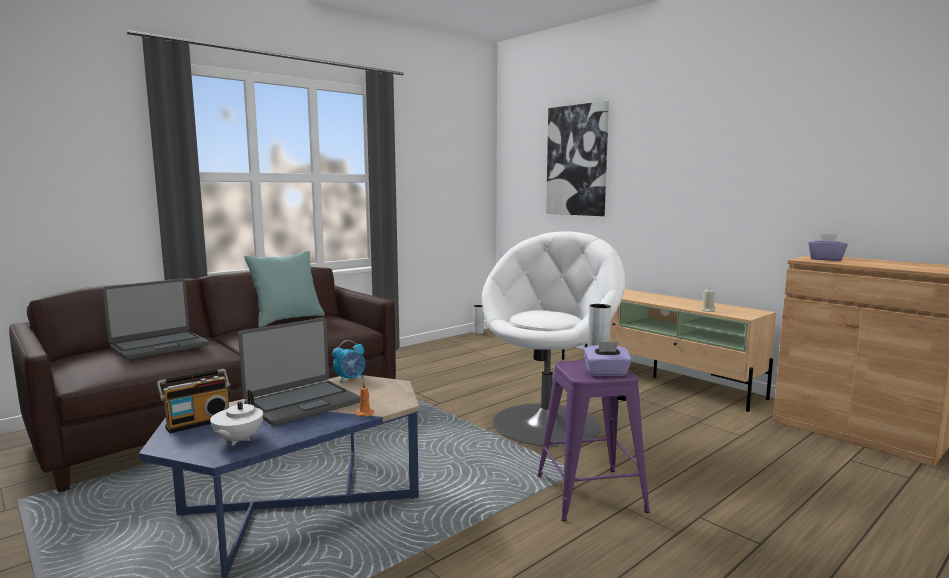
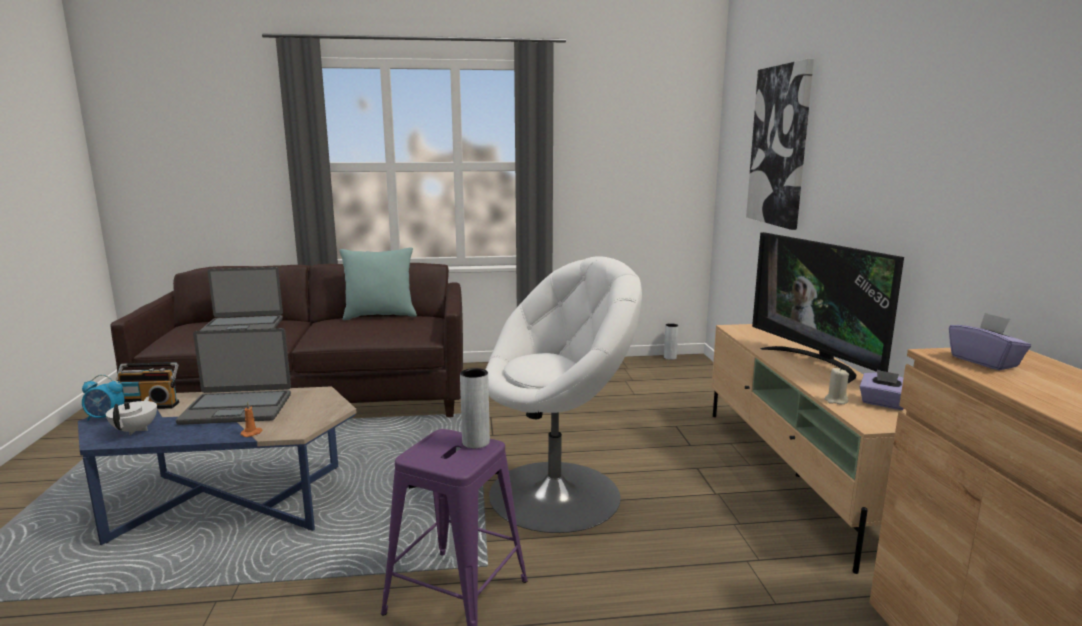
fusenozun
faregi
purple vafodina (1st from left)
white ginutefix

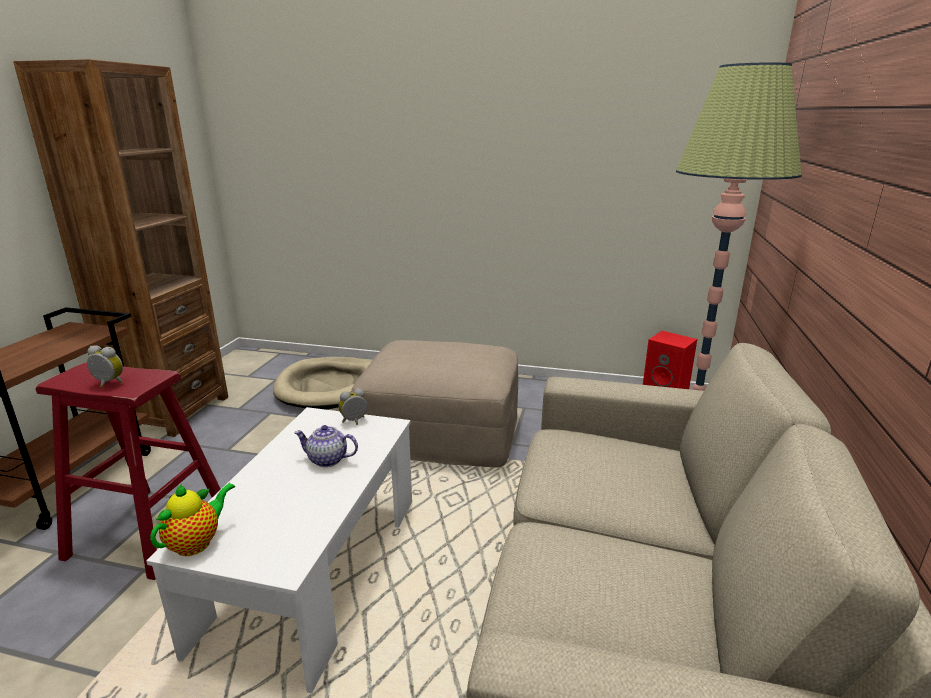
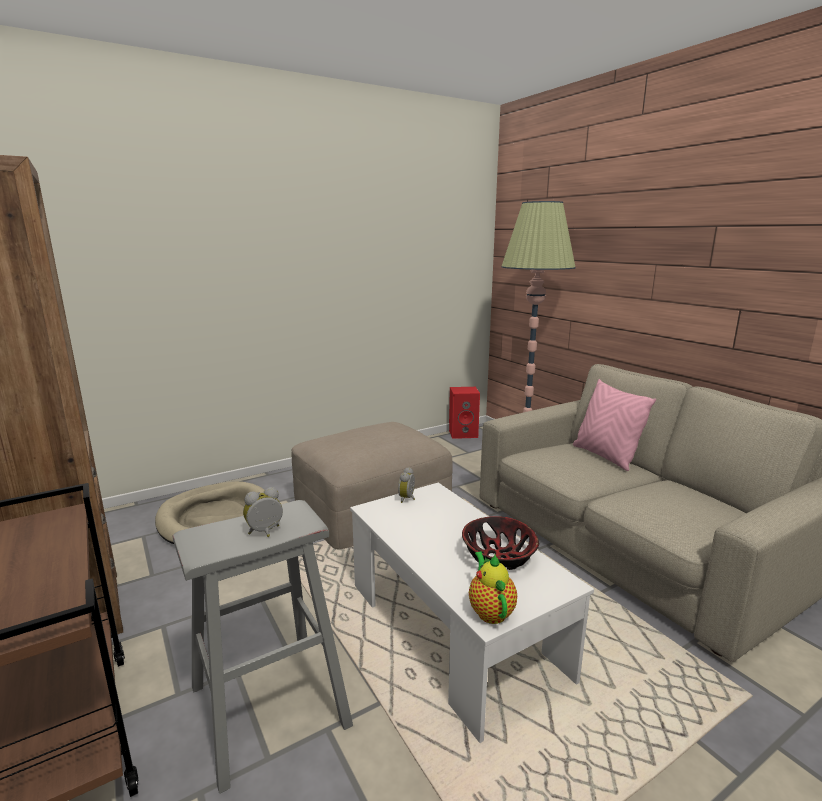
ginutefix (2nd from left in the first image)
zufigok
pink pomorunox
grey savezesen

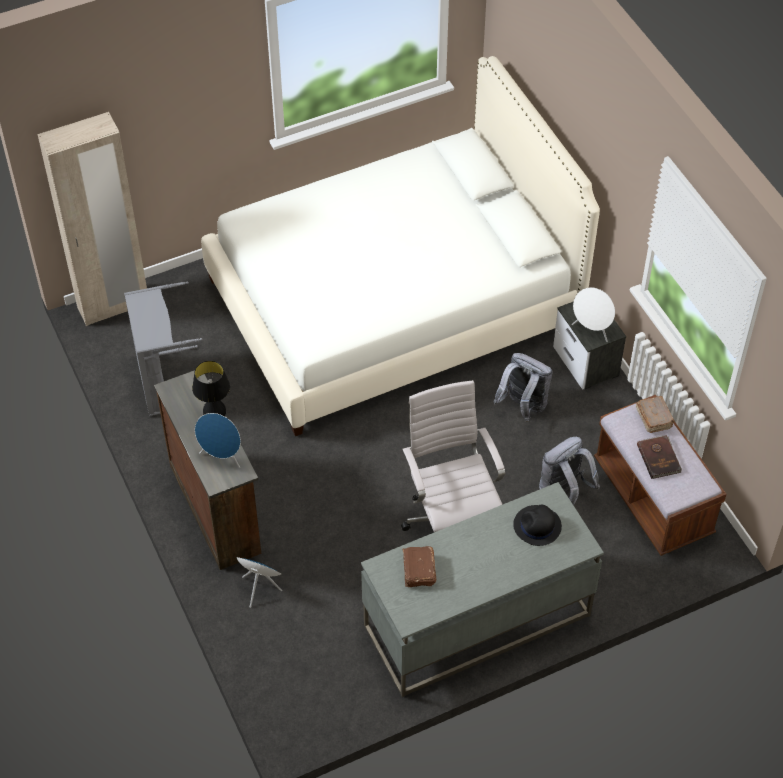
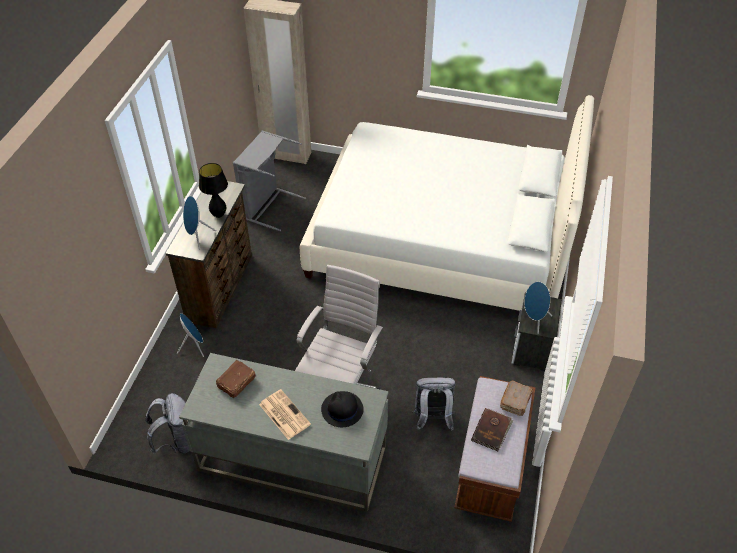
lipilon
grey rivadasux (1st from left)
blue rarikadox (3rd from left)

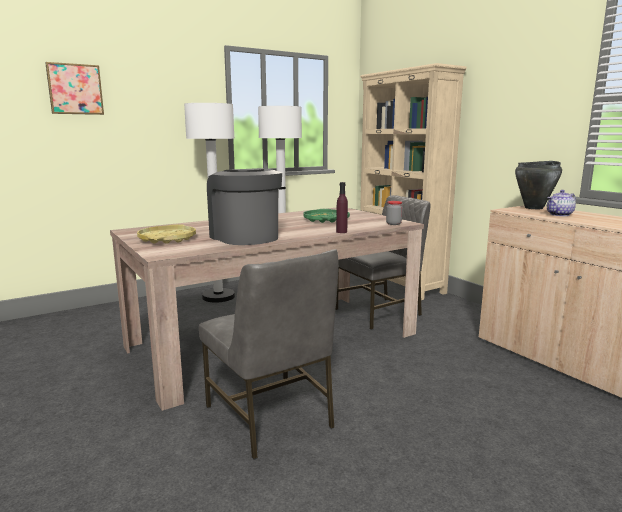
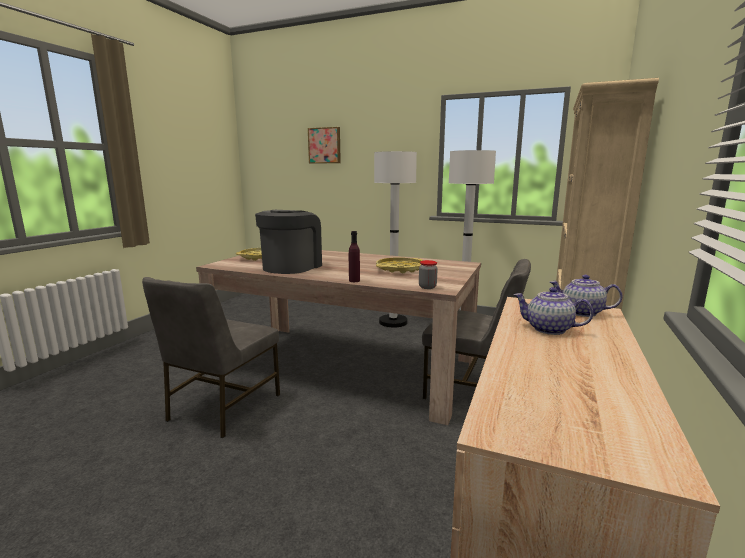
ginutefix (2nd from left)
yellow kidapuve (2nd from left)

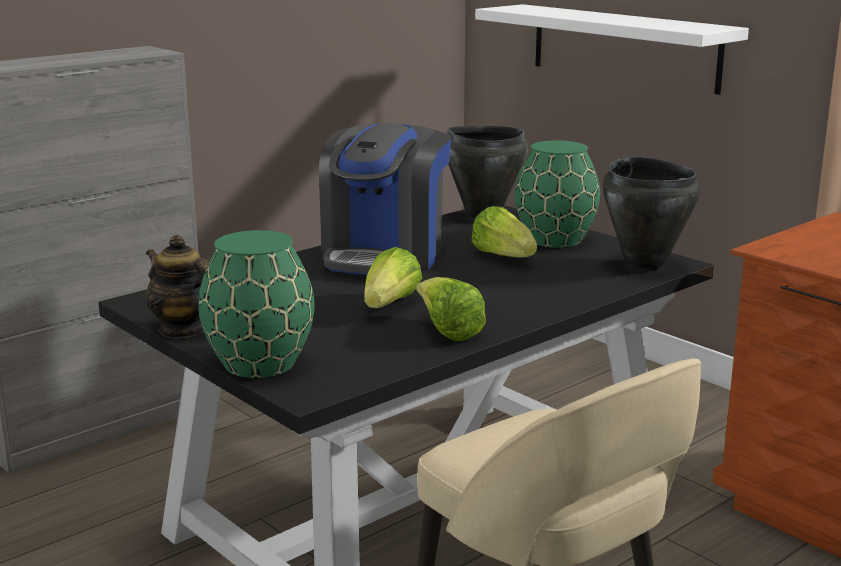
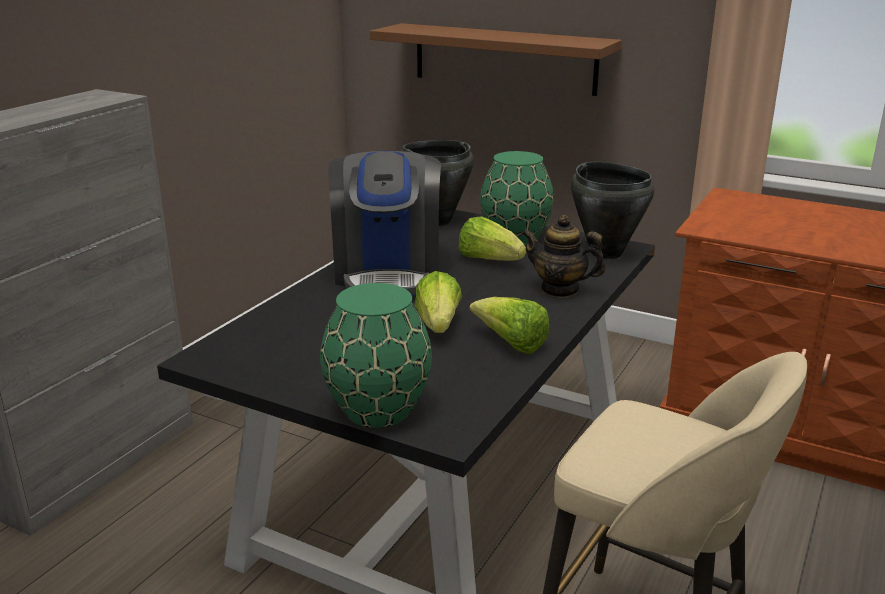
ginutefix
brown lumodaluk

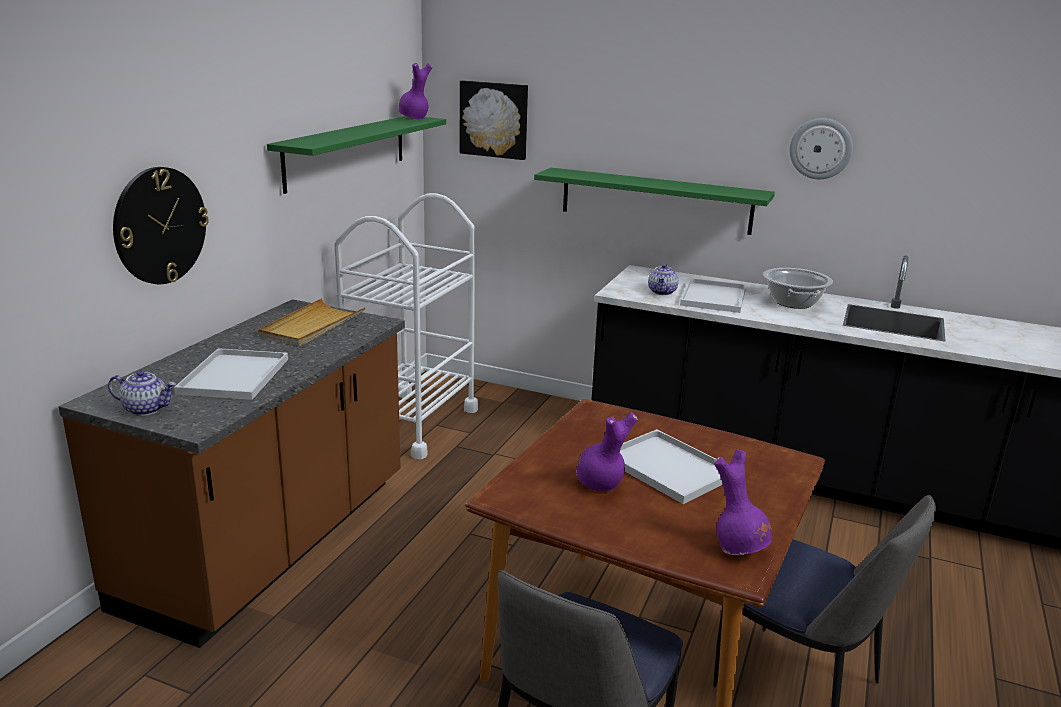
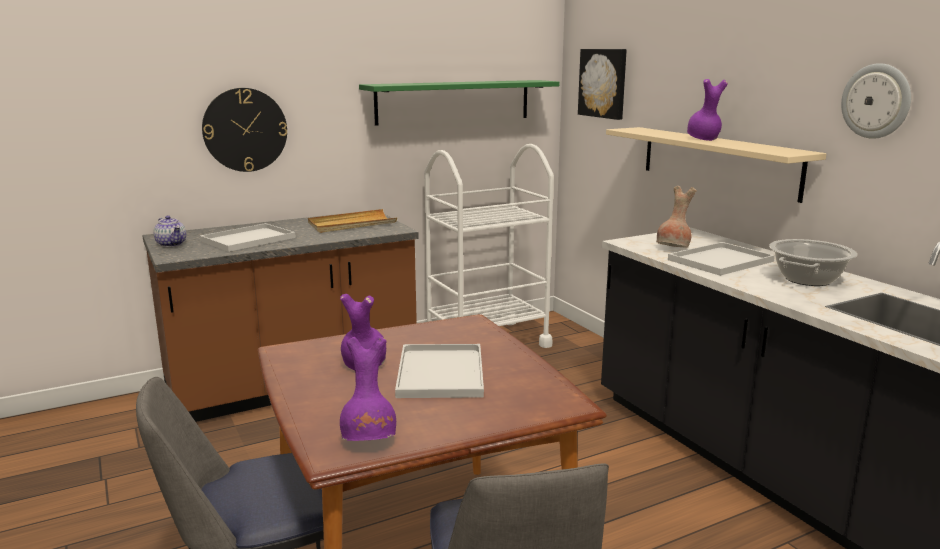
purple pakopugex (3rd from left)
brown pakopugex
beige lumodaluk

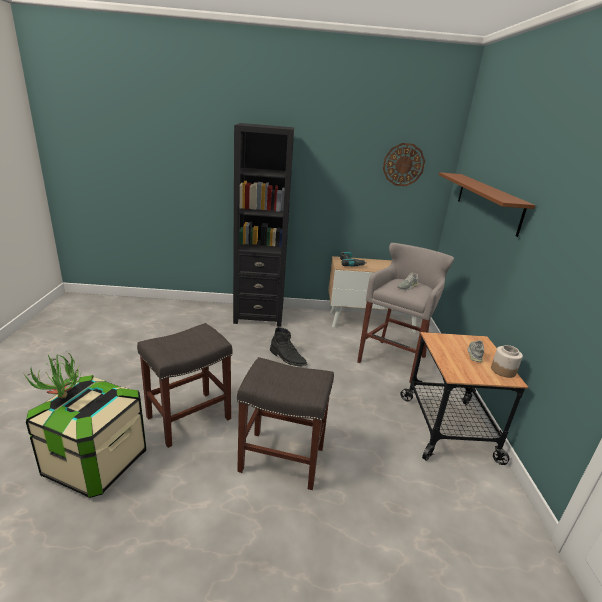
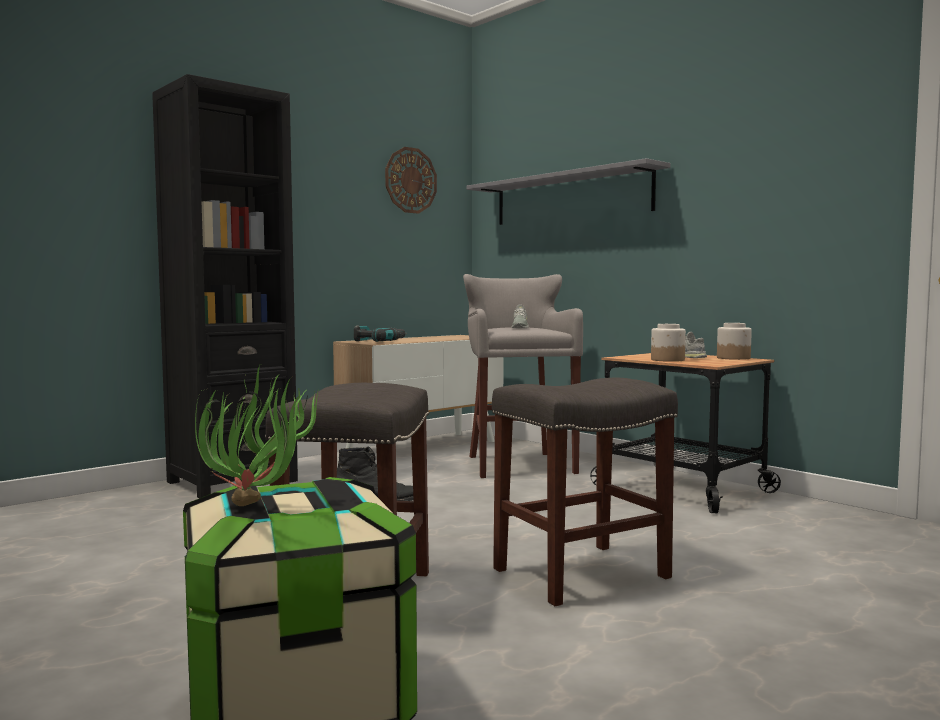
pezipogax (1st from left)
grey lumodaluk

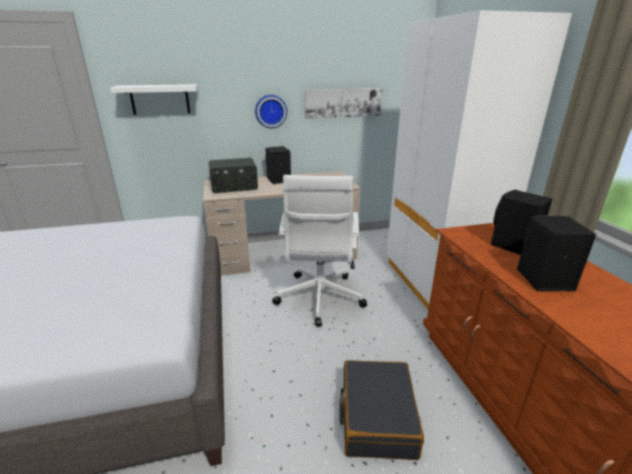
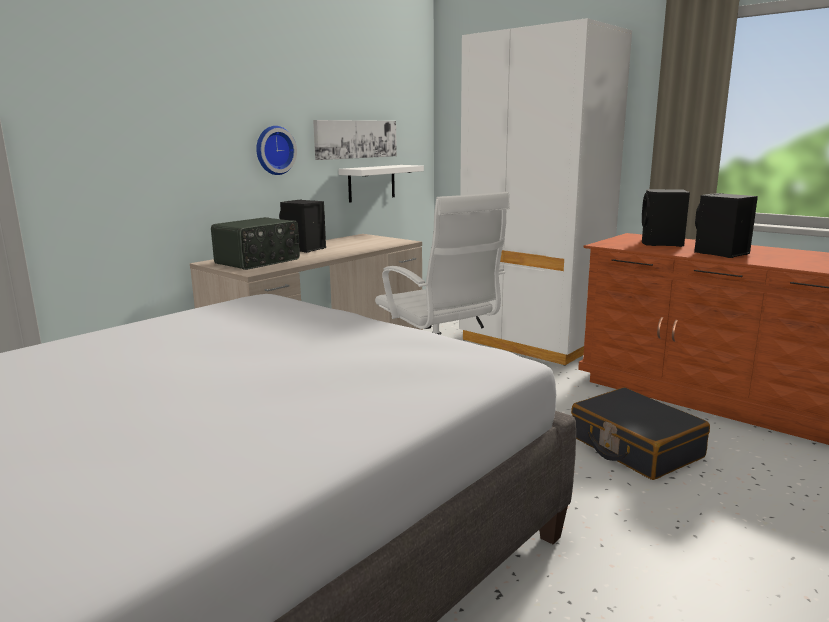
white lumodaluk

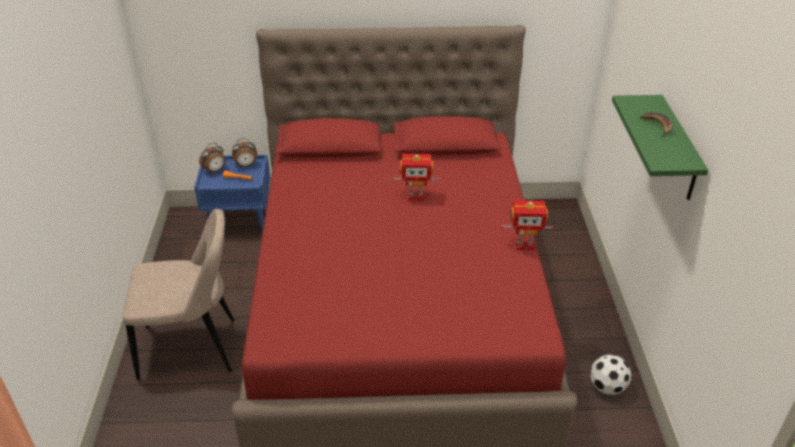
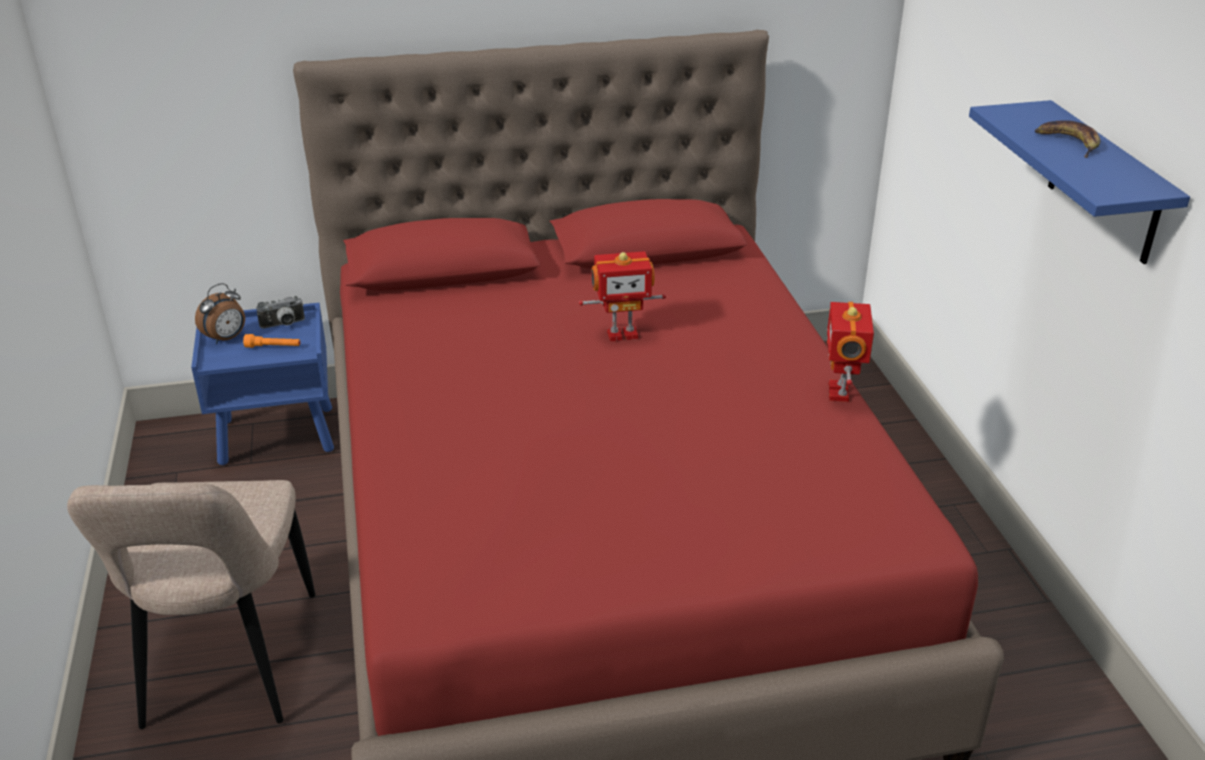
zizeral
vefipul
blue lumodaluk
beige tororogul
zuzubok (2nd from left)

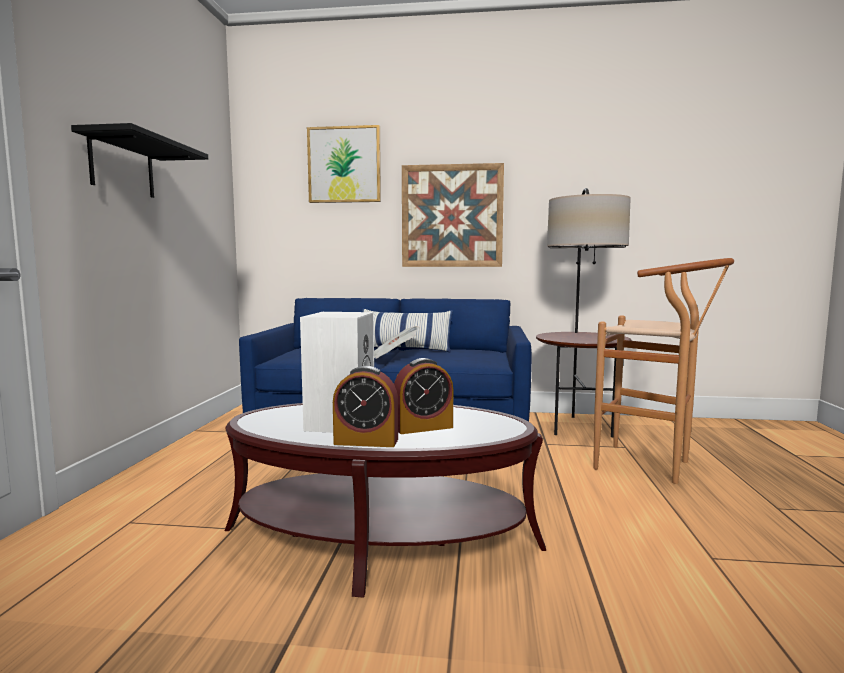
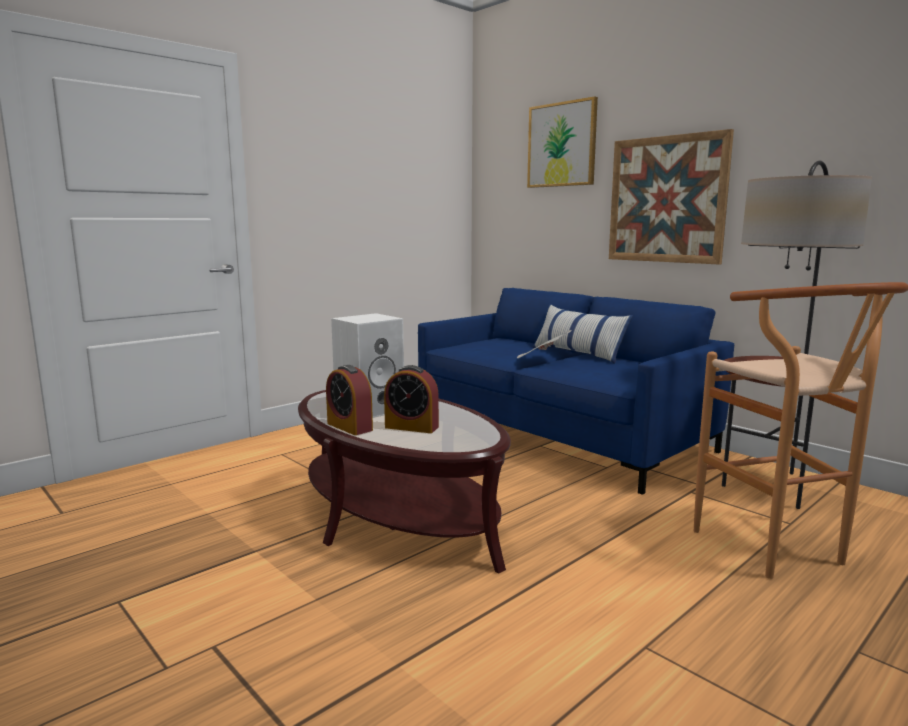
black lumodaluk

